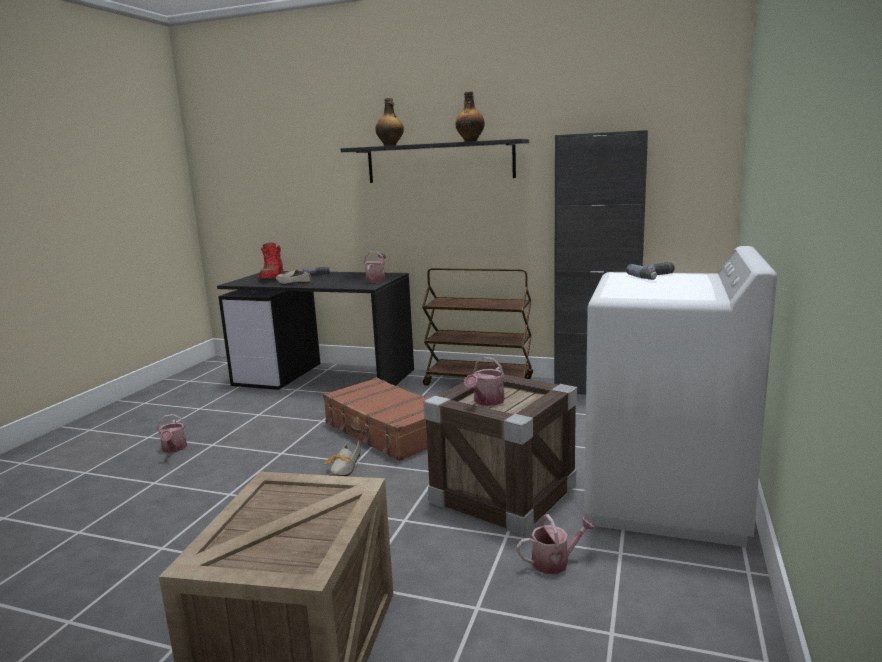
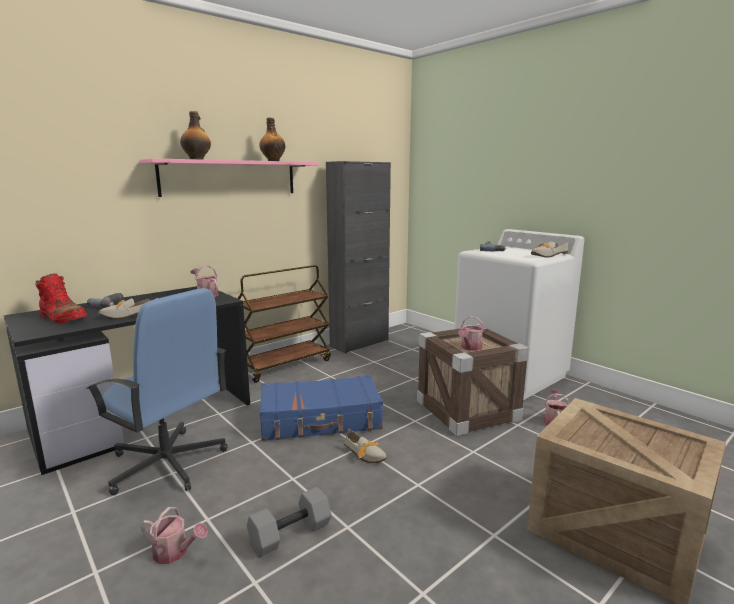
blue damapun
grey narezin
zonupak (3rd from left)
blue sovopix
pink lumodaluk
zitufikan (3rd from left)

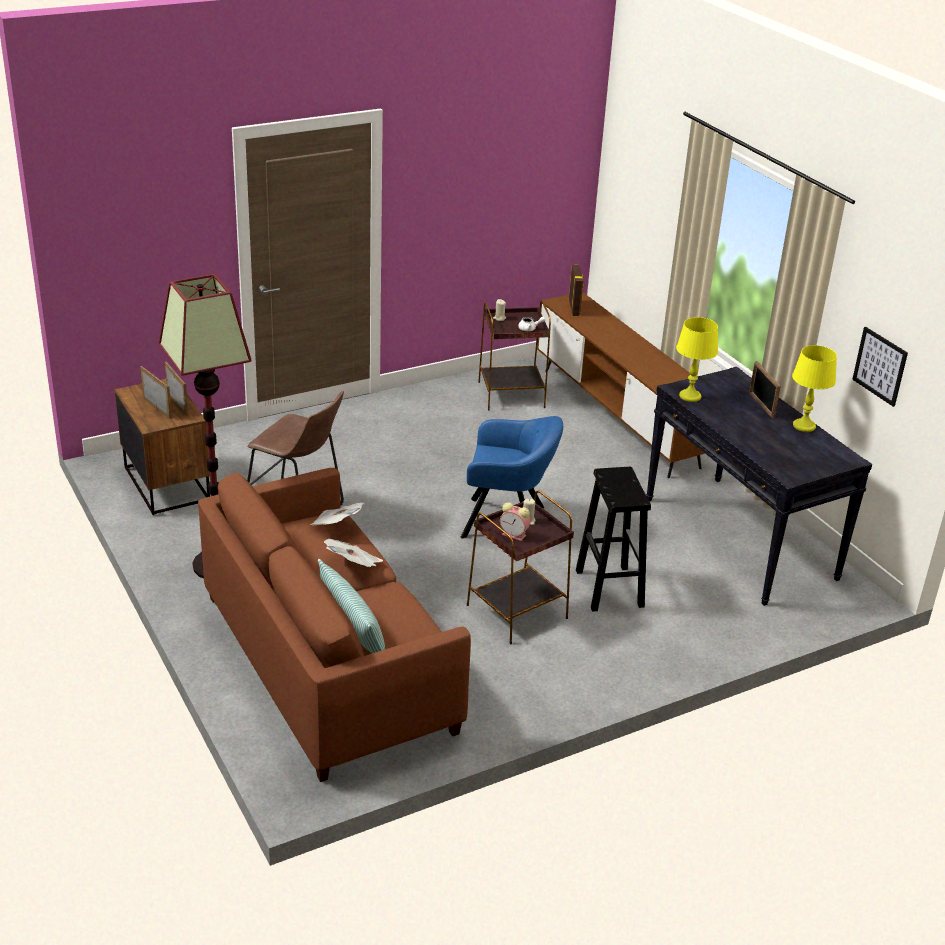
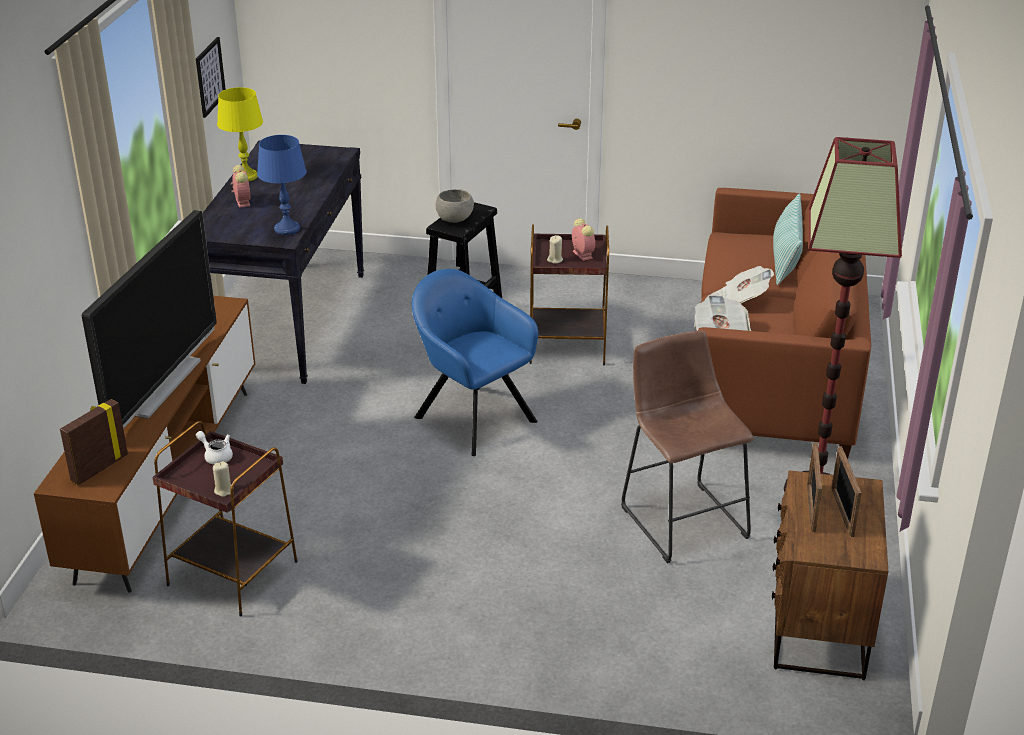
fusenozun
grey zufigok
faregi (1st from left)
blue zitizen

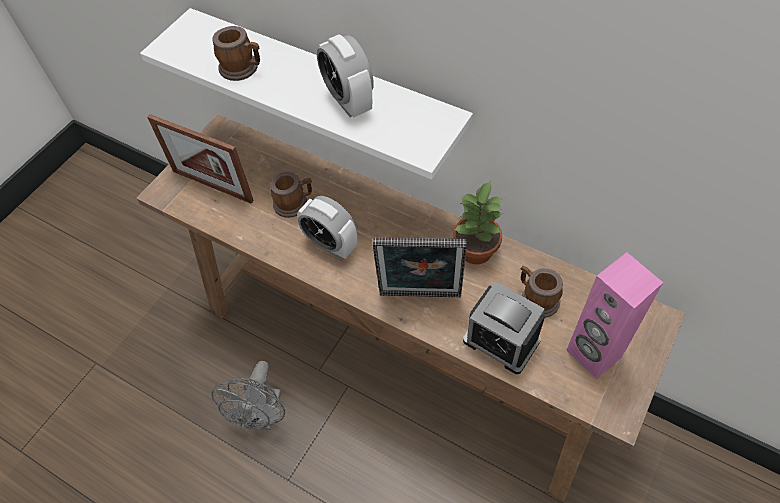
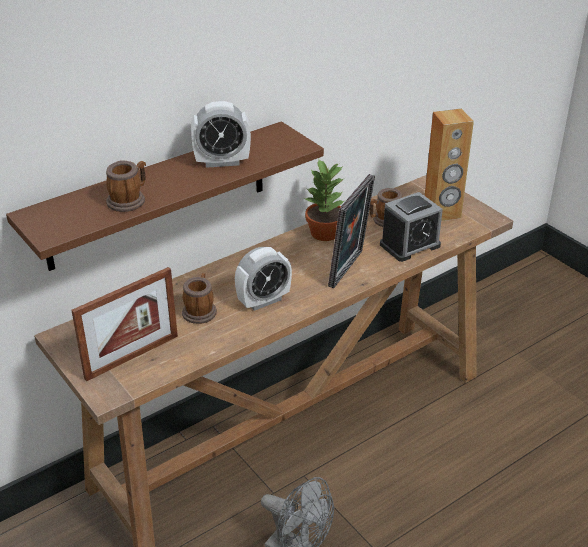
brown lumodaluk
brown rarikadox

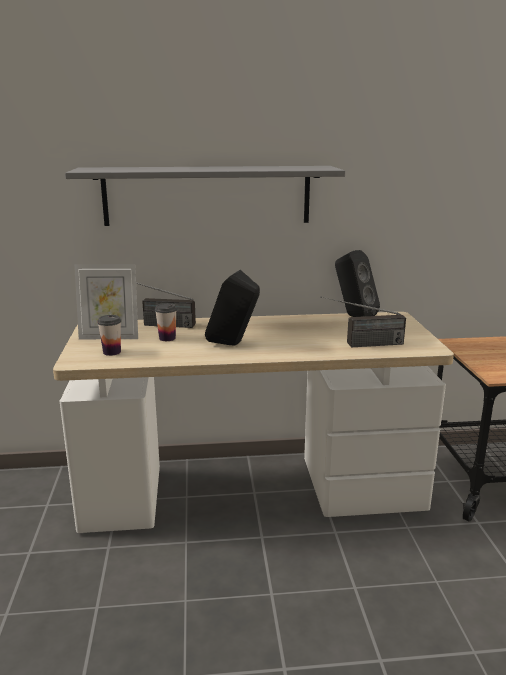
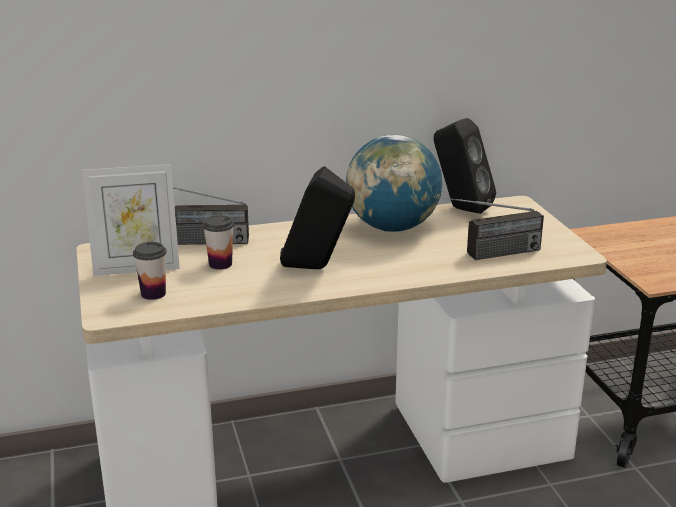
grey lumodaluk
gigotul

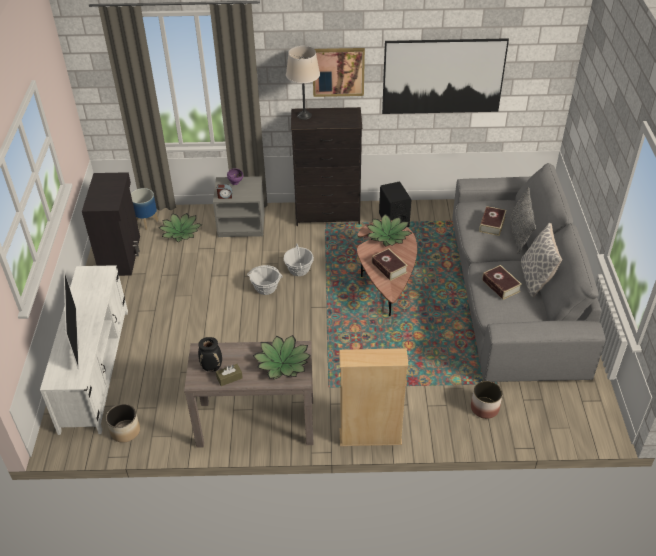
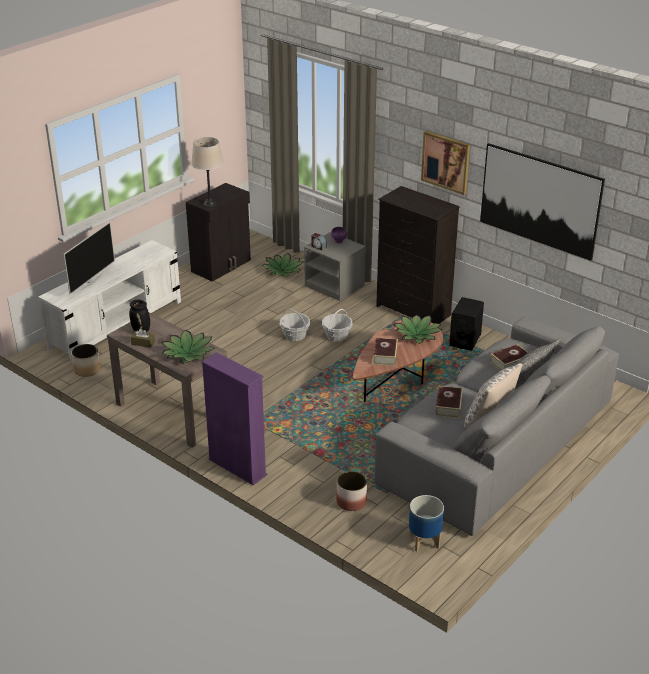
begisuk (3rd from left)
beige zitizen
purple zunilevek

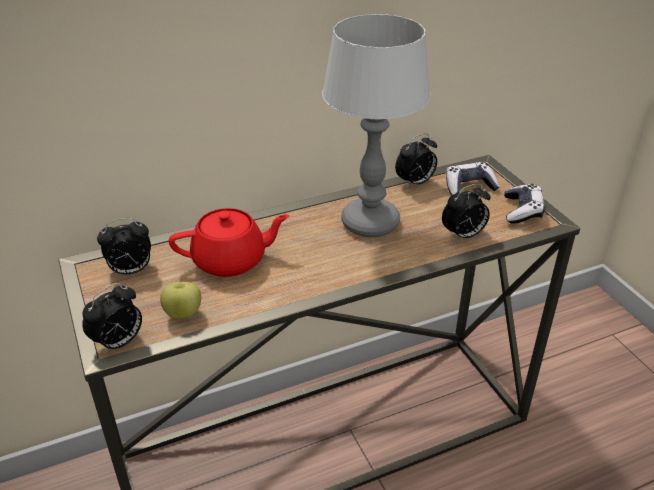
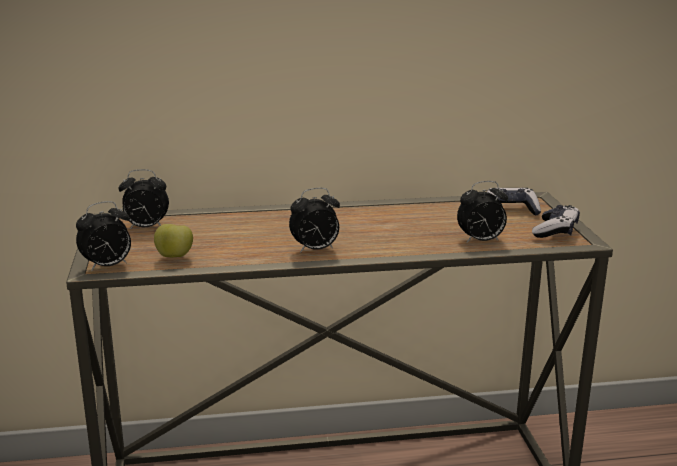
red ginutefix
zitizen
faregi (3rd from left)

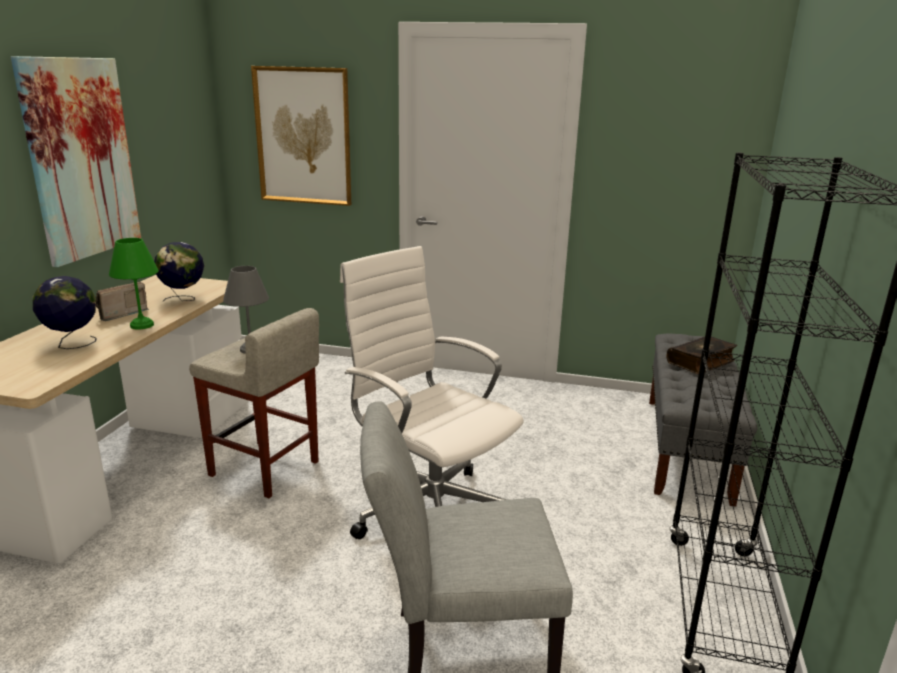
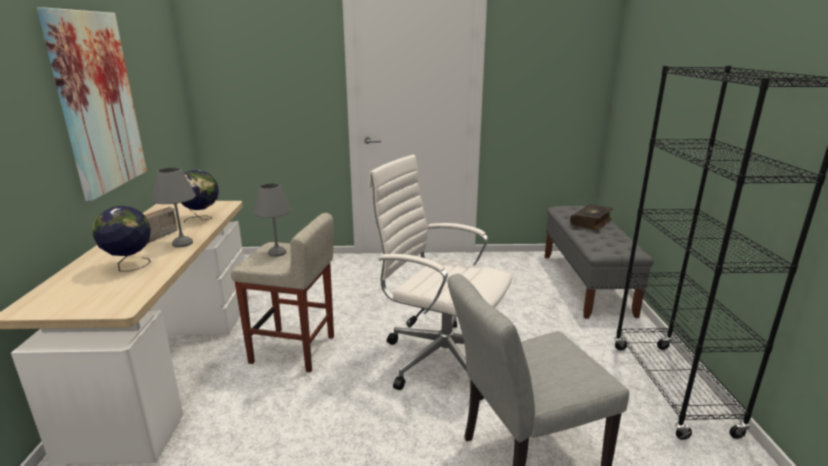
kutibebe (2nd from left in the first image)
grey zitizen (1st from left)

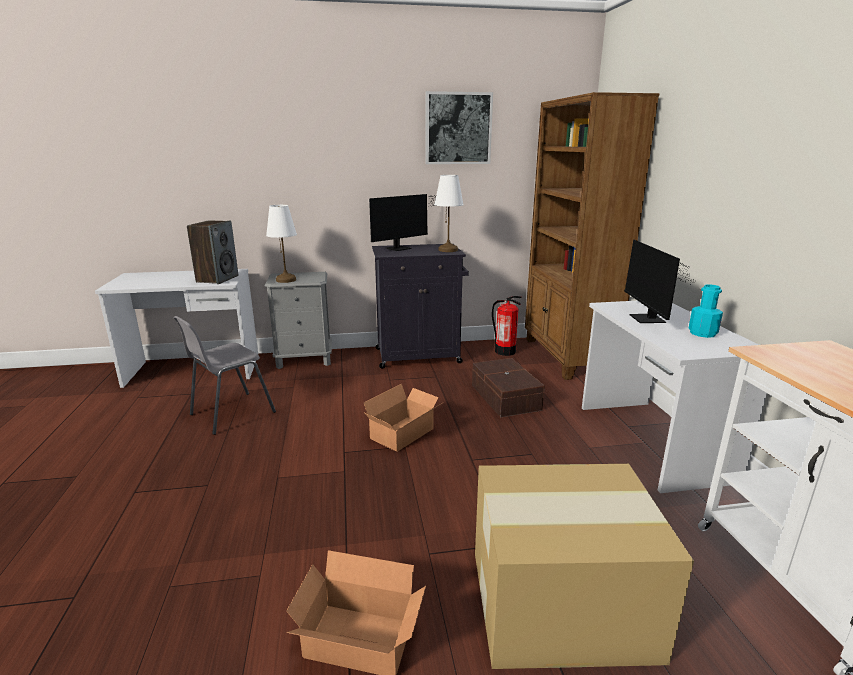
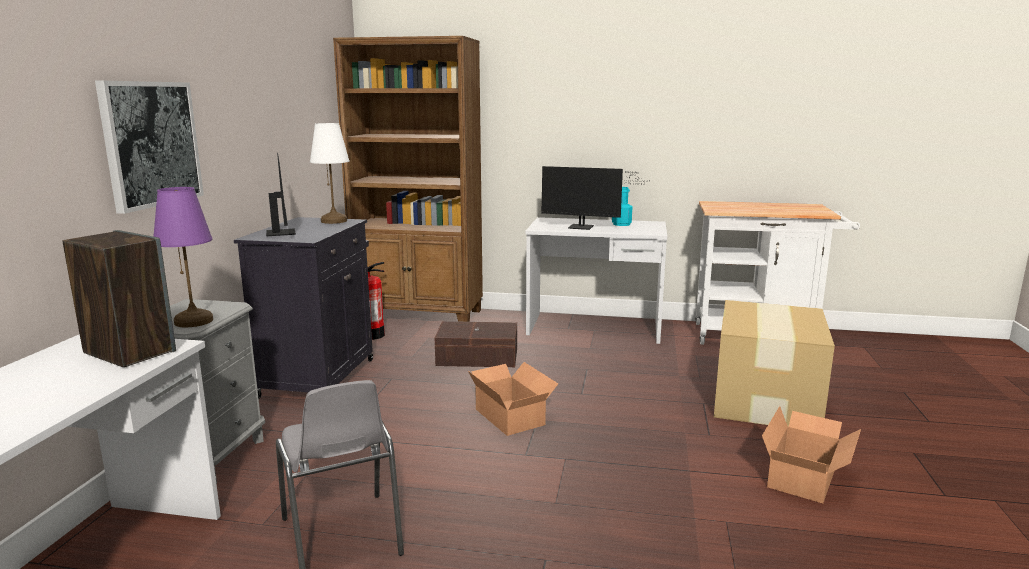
kutibebe
purple zitizen

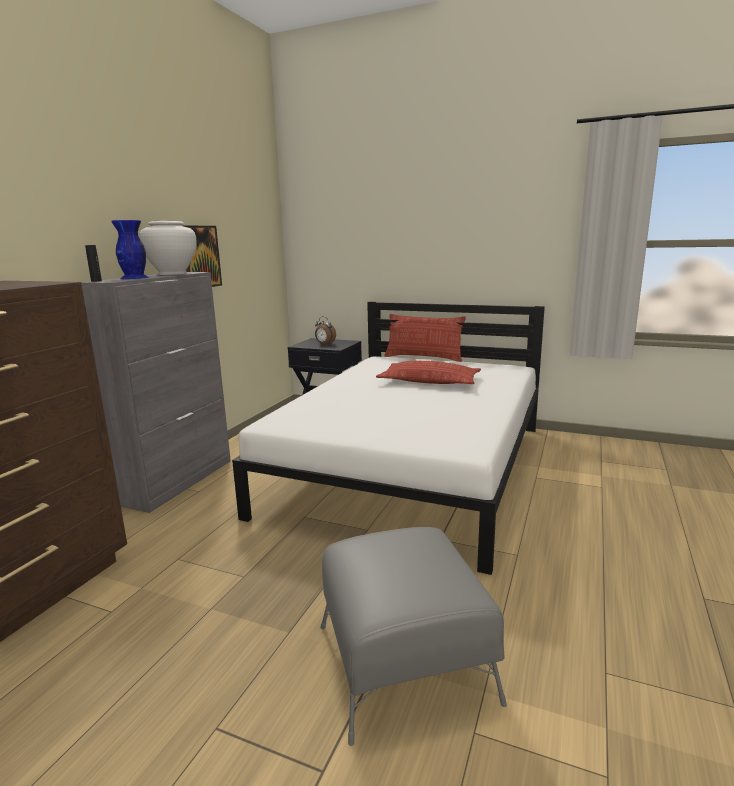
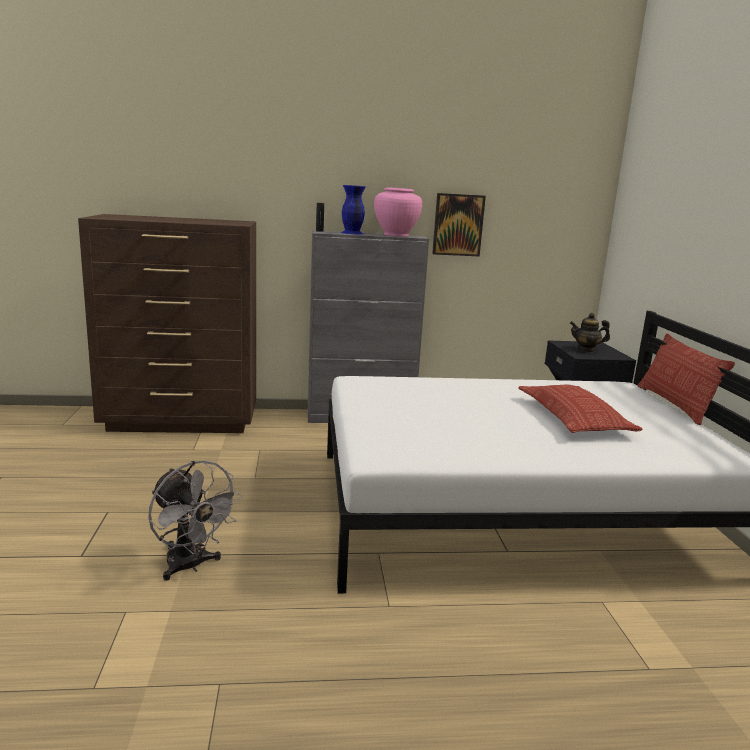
ginutefix
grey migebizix
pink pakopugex

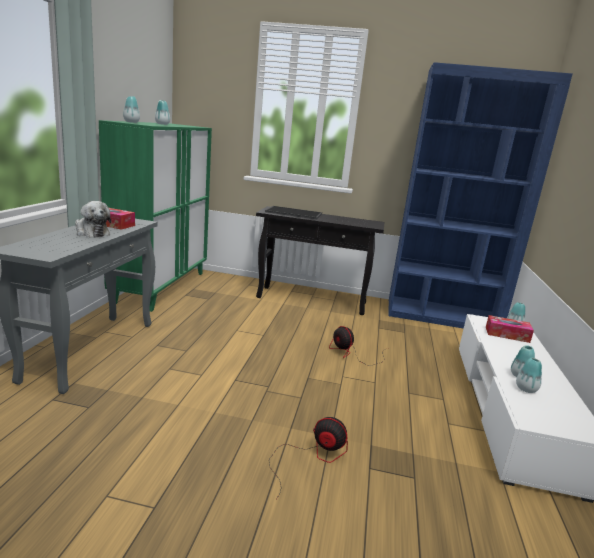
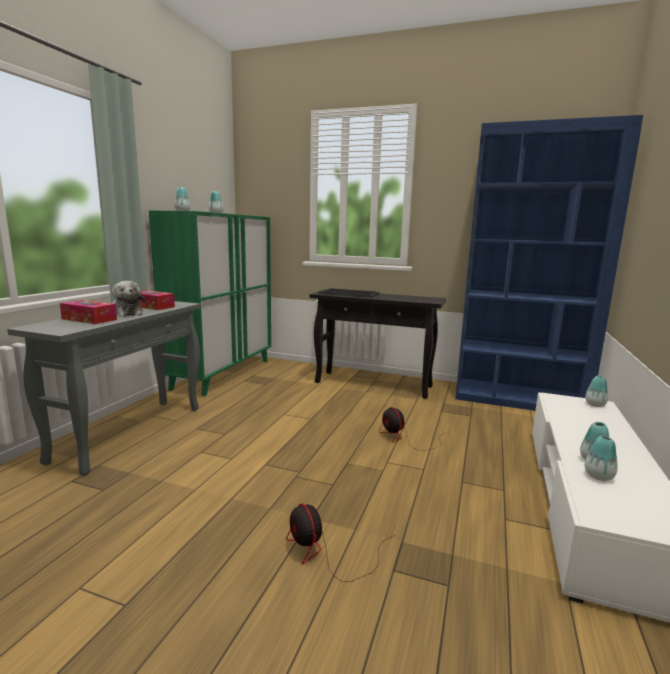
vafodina (1st from left)
migebizix (1st from left)

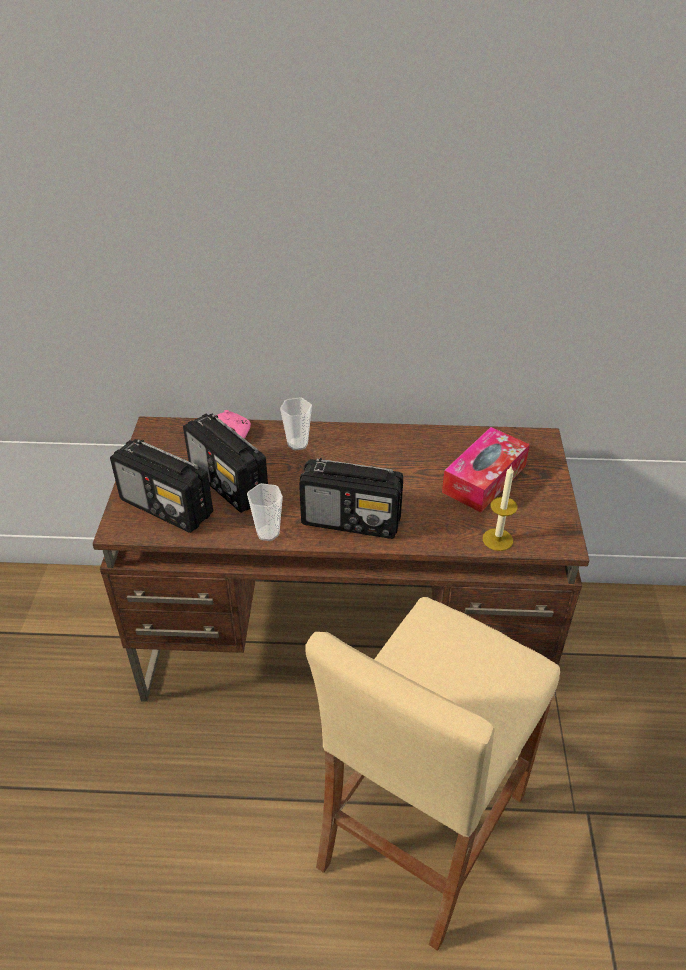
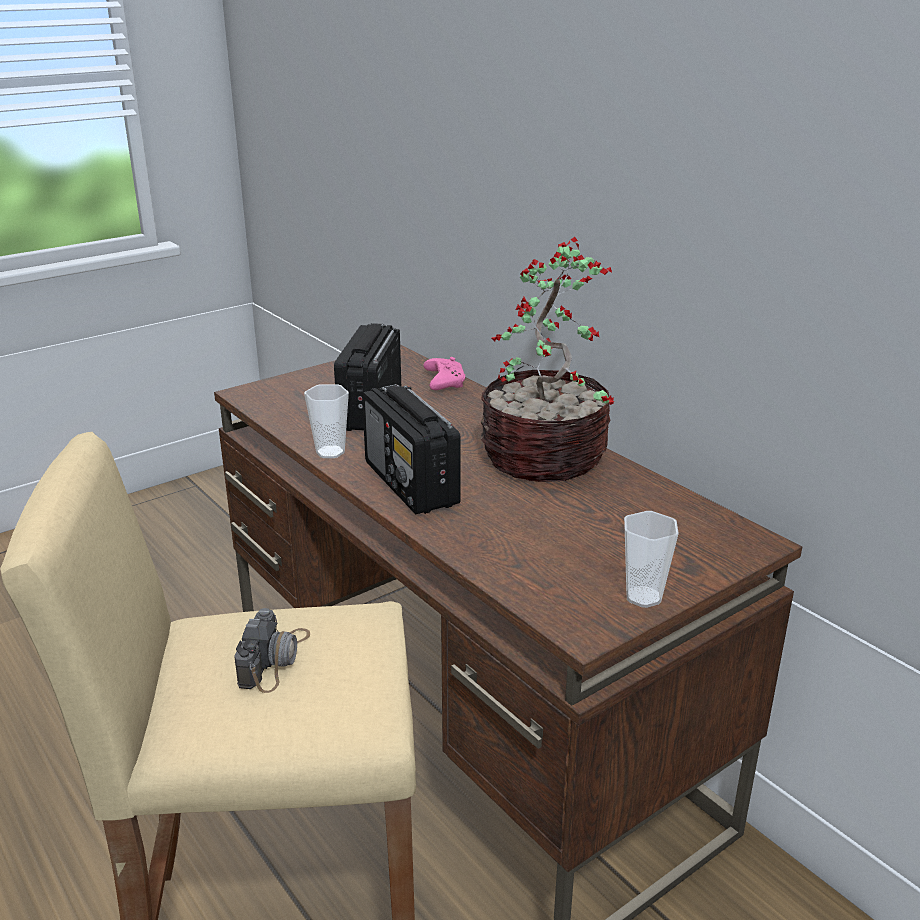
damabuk (1st from left in the first image)
vafodina
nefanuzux
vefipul
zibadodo
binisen (2nd from left)

